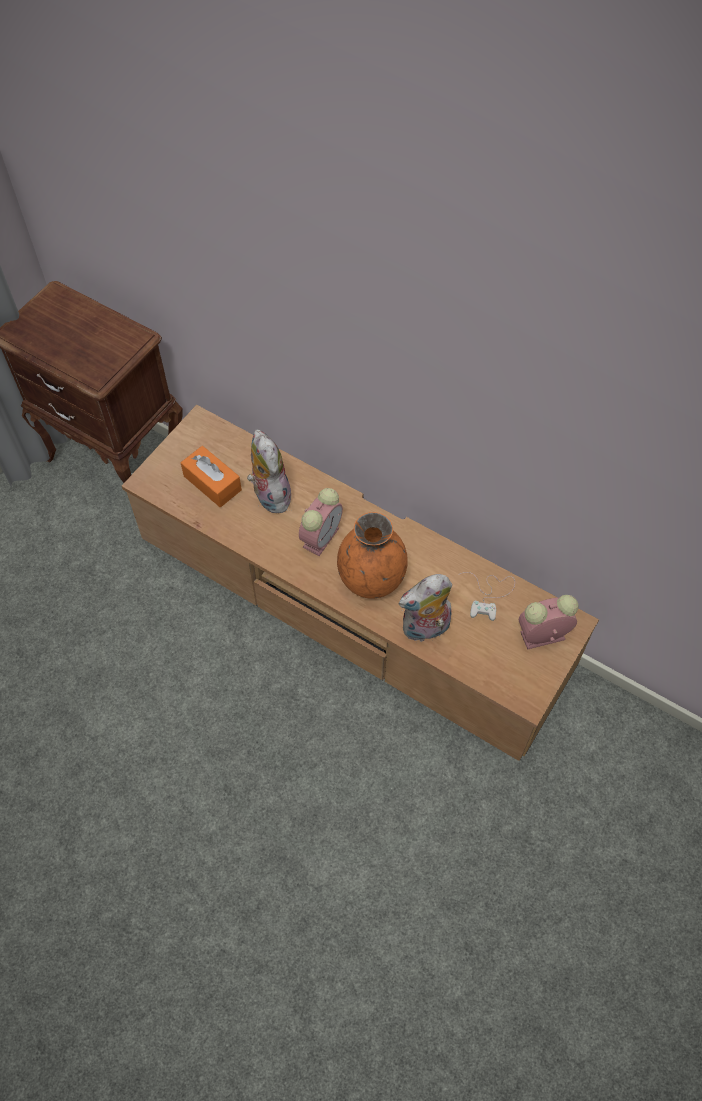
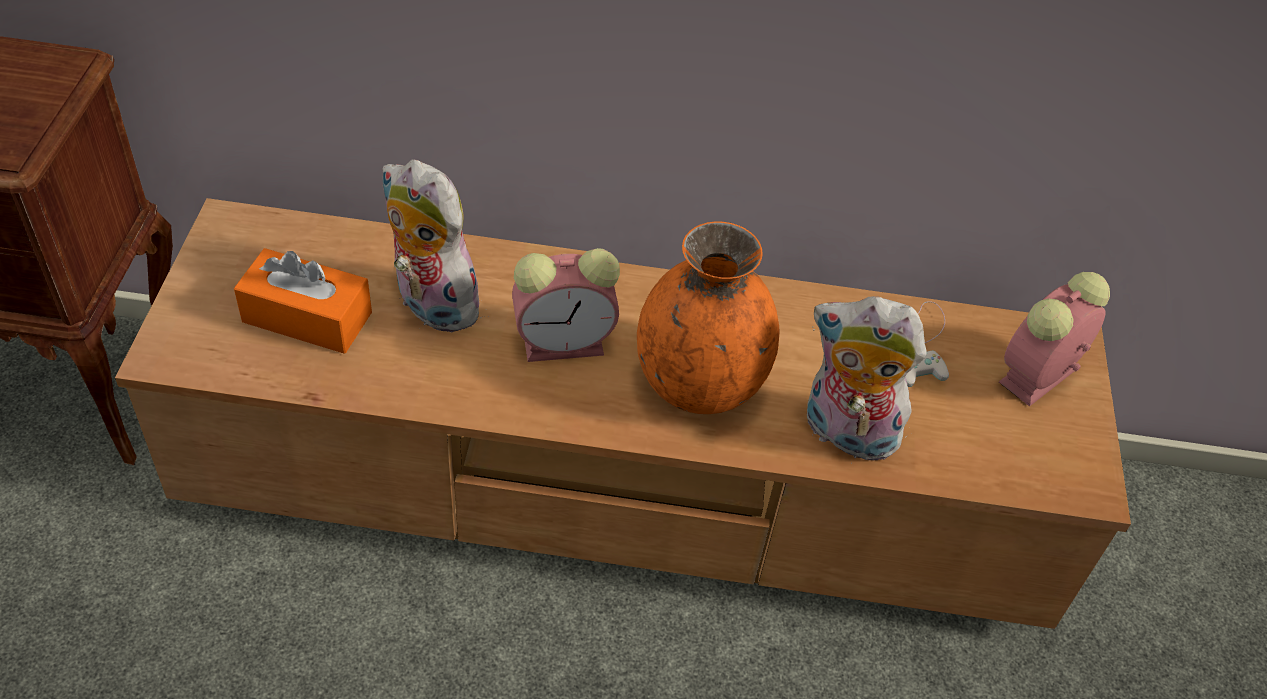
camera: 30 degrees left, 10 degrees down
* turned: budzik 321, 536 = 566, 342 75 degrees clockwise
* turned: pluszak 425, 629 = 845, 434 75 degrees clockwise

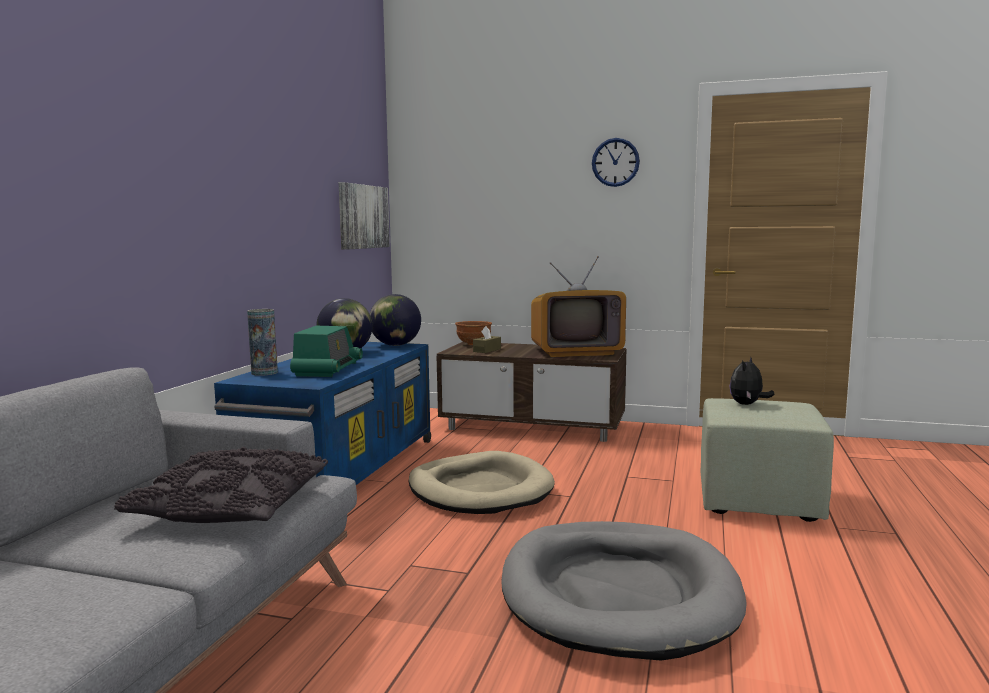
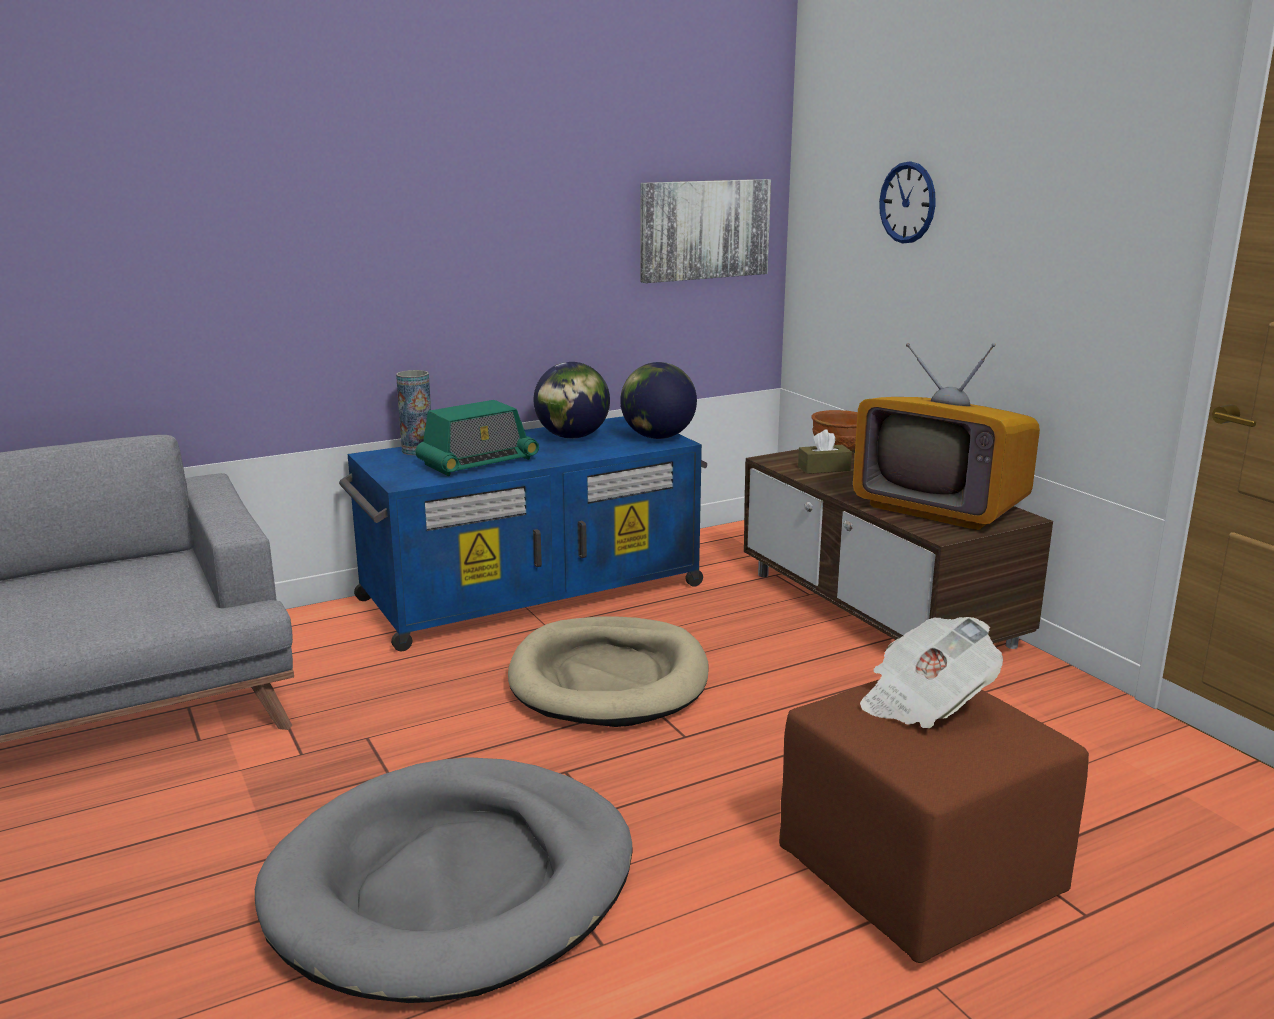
camera: 45 degrees right, 10 degrees up
* removed: poduszka/czarny 231, 507
* moved: zegar ścienny 615, 162 to 907, 202
* replaced: pluszak 747, 404 to gazeta 924, 703
* recoloured: pufa/zielony 760, 501 to pufa/brązowy 922, 878

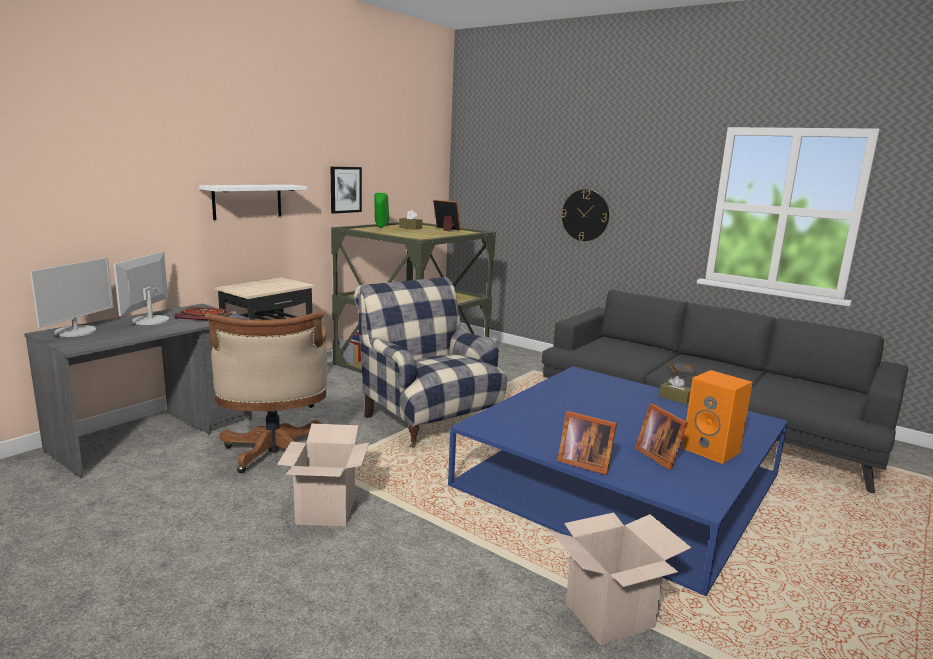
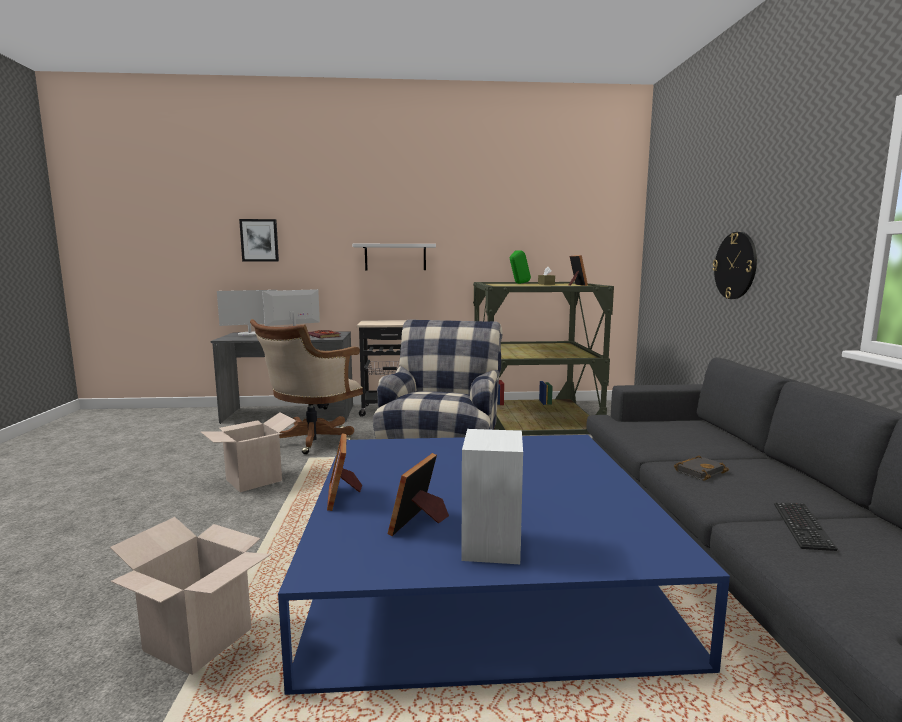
camera: 50 degrees right, 5 degrees down
* removed: pudełko chusteczek/brązowy 675, 398
* added: klawiatura 802, 527
* moved: obraz 345, 189 to 259, 240
* recoloured: głośnik/pomarańczowy 712, 450 to głośnik/biały 493, 546

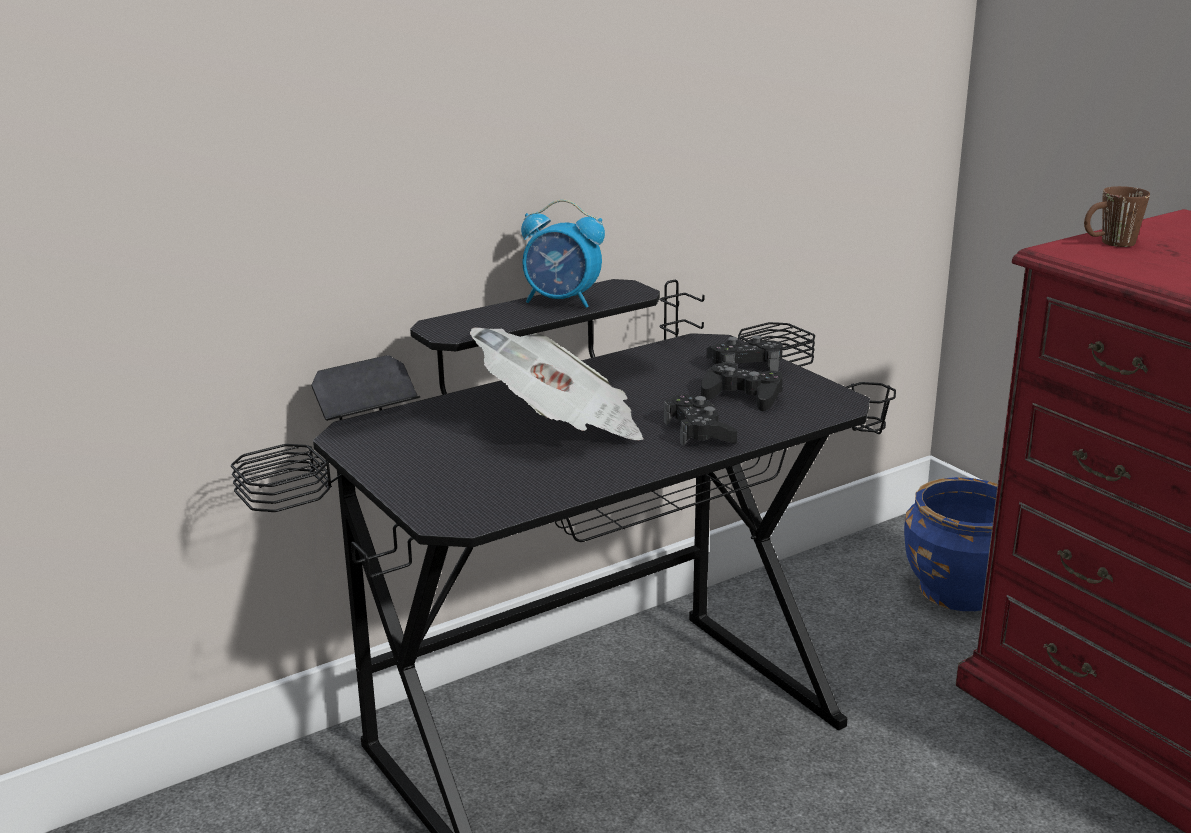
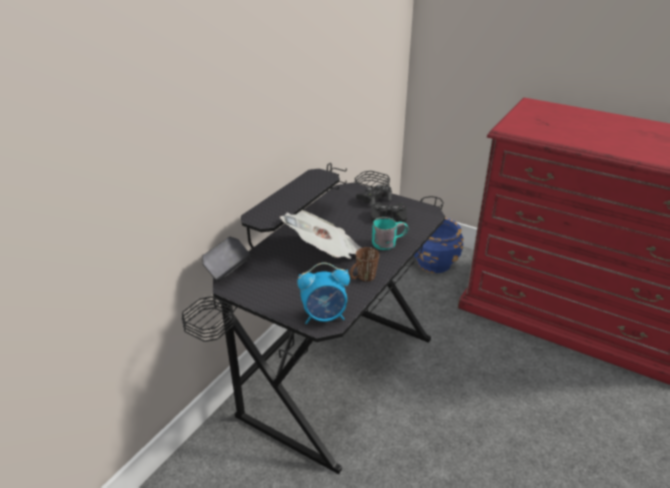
camera: 25 degrees left, 10 degrees up
* moved: budzik 562, 301 to 324, 316
* moved: kubek/brązowy 1109, 243 to 362, 279
* replaced: pad do gier/czarny 699, 432 to kubek/turkusowy 387, 242

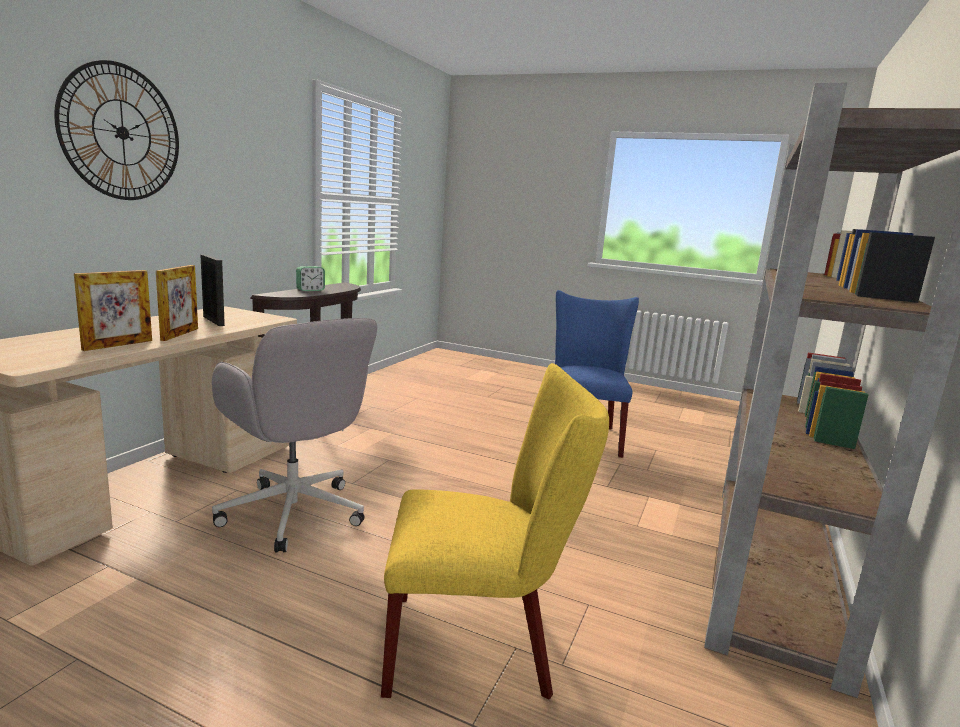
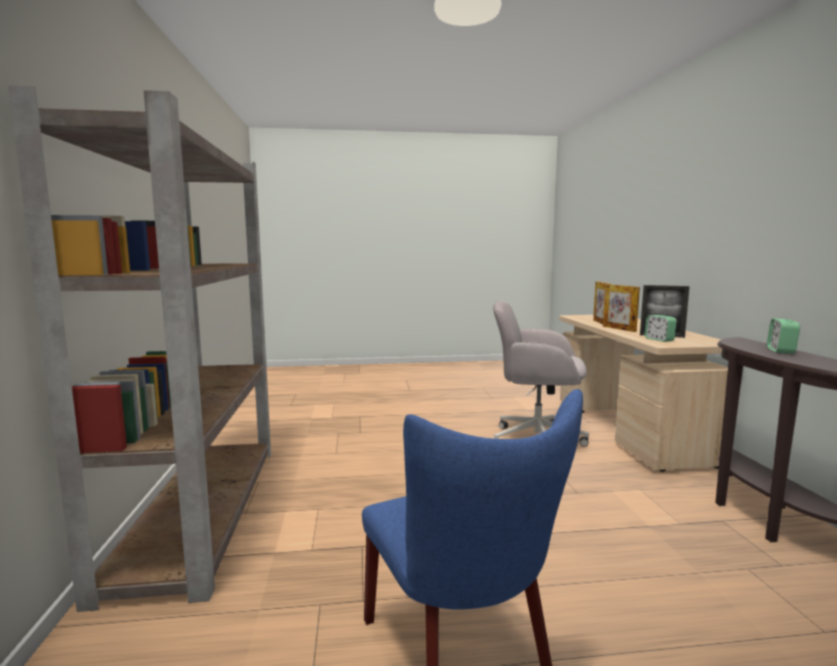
camera: 150 degrees right, 5 degrees down
* removed: zegar ścienny 122, 132
* removed: krzesło/żółty 481, 645
* added: budzik 659, 340

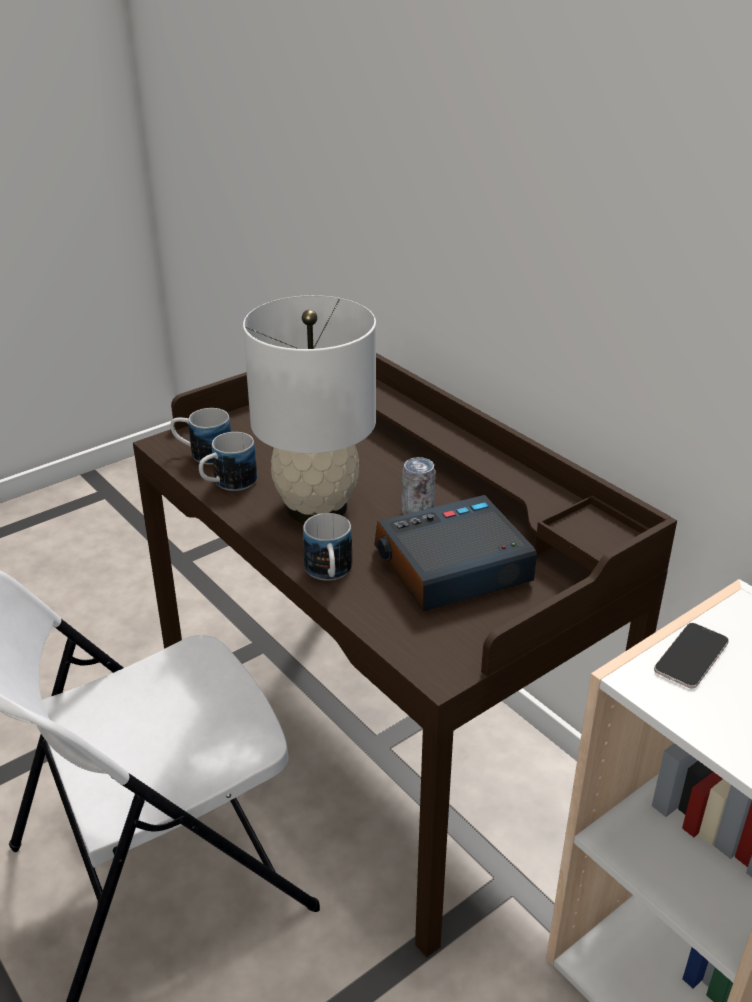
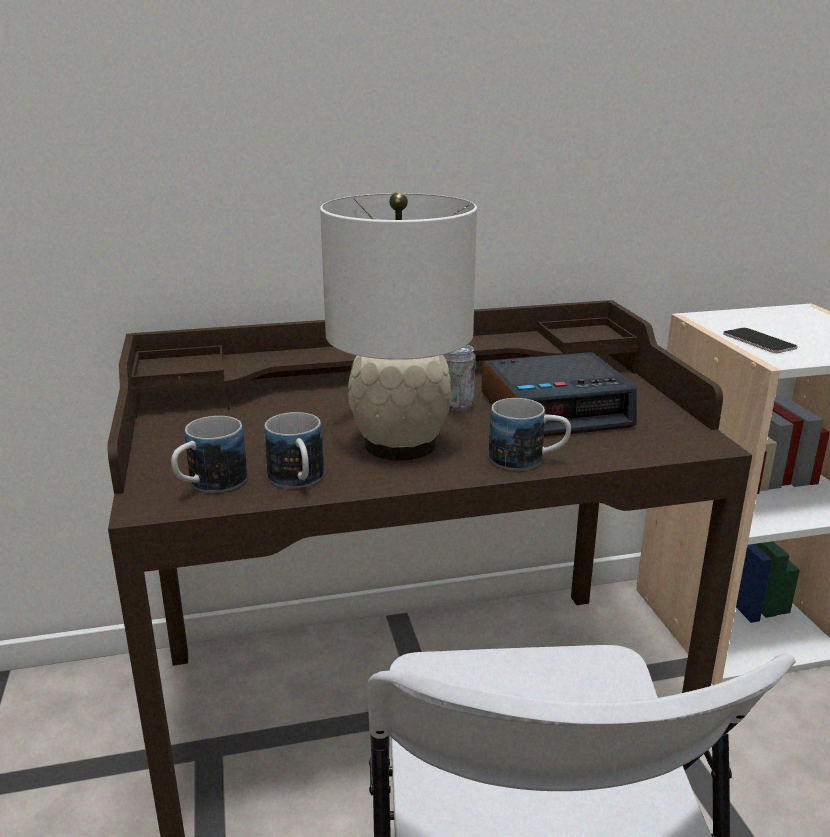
camera: 65 degrees left, 10 degrees down
* turned: budzik 451, 567 = 555, 409 105 degrees counterclockwise

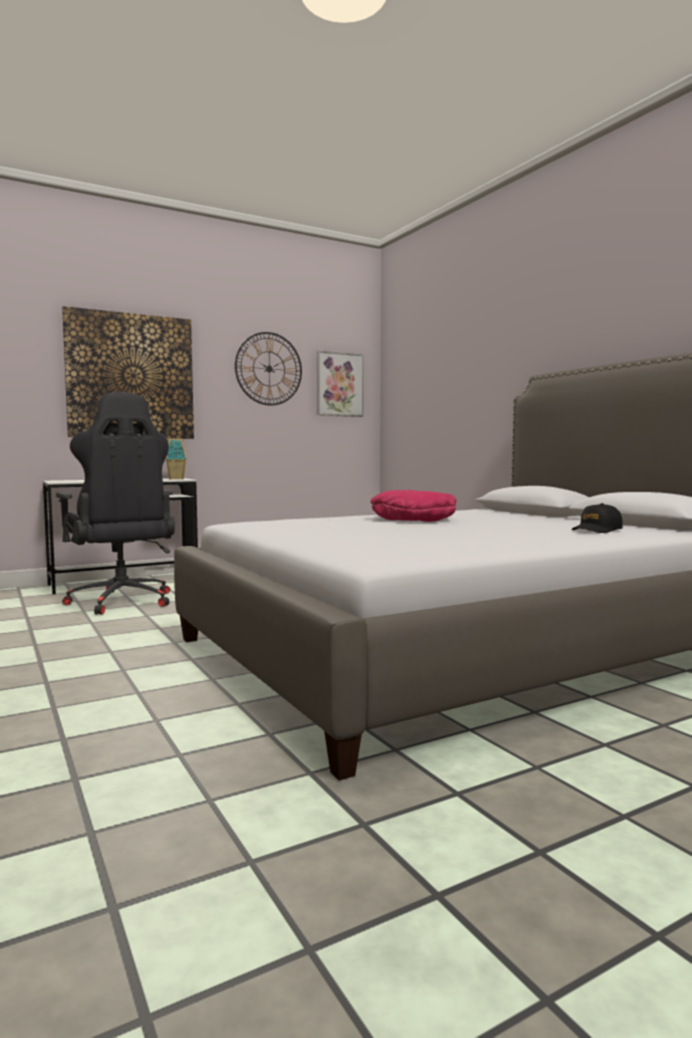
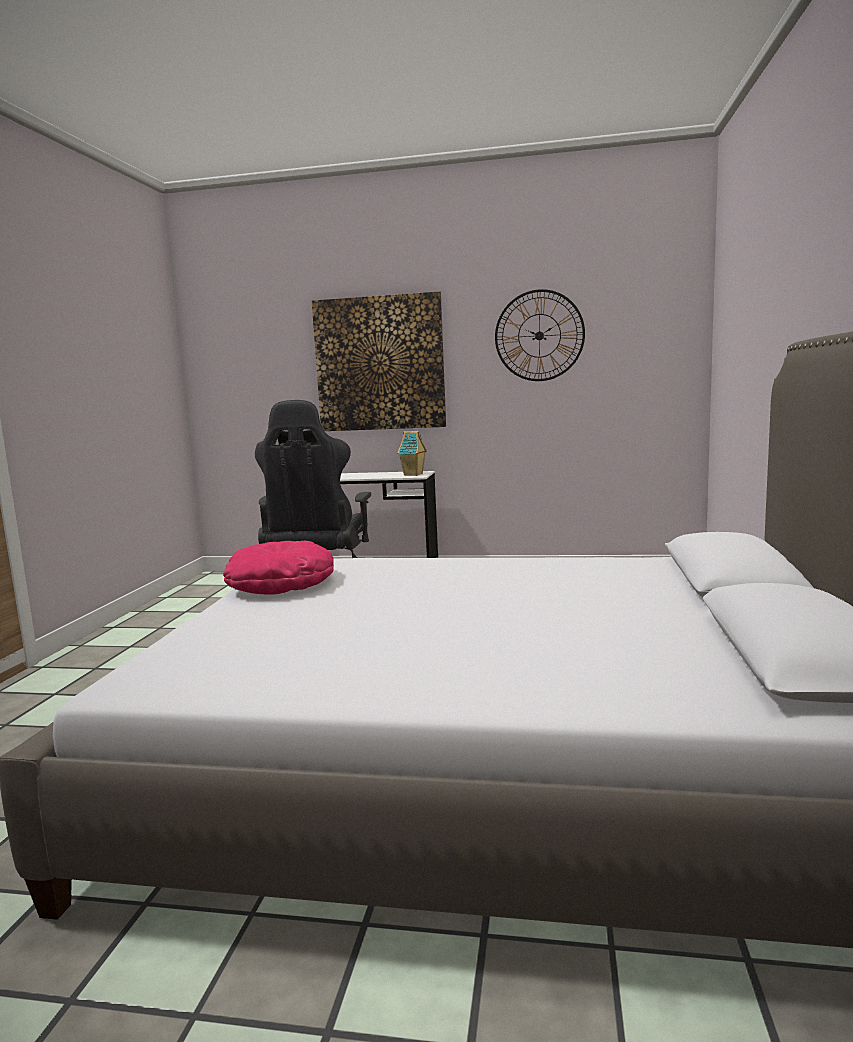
camera: 40 degrees right, 5 degrees up
* removed: obraz 339, 384
* removed: czapka z daszkiem/czarny 597, 530
* moved: poduszka/różowy 415, 519 to 282, 584

